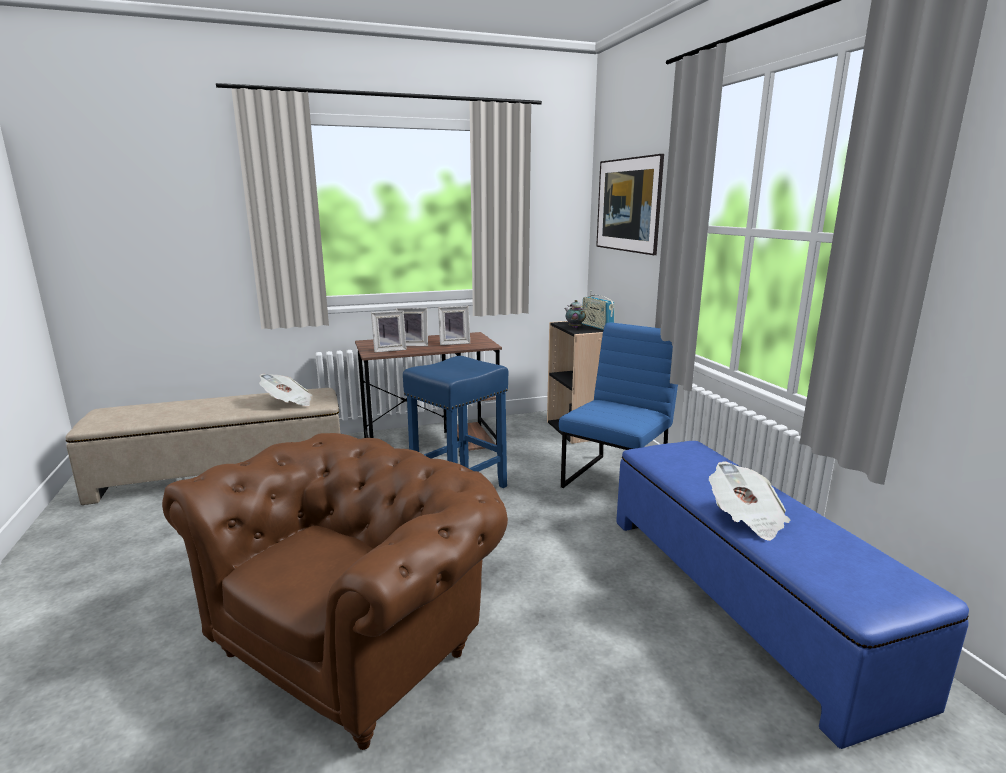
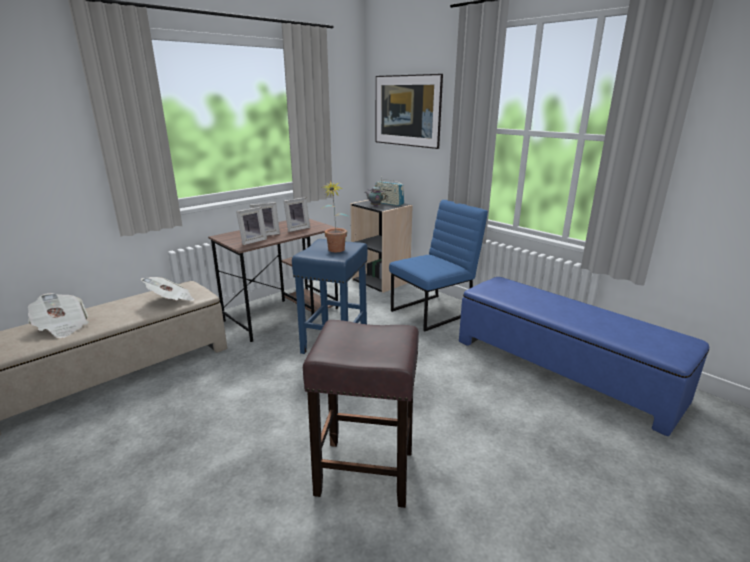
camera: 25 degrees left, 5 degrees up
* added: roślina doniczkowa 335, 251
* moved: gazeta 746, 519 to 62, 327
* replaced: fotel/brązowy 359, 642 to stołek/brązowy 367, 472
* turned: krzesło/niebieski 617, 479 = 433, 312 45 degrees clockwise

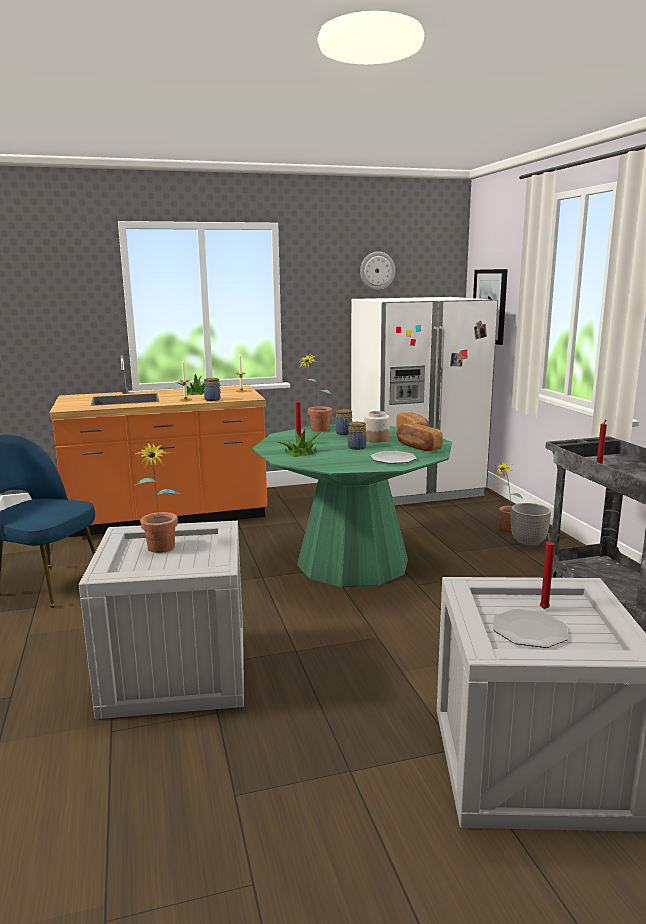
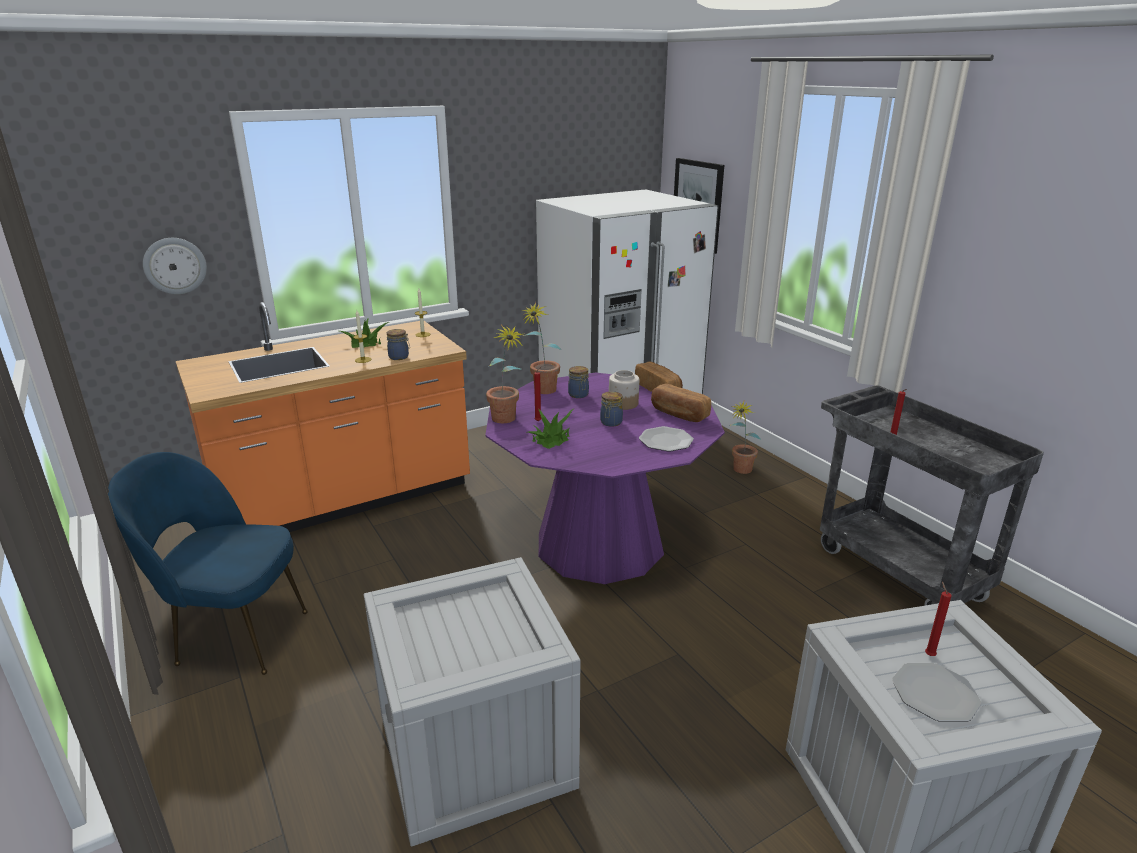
camera: 15 degrees left, 10 degrees up
* removed: donica 528, 543
* moved: roślina doniczkowa 160, 551 to 506, 421
* moved: zegar ścienny 377, 271 to 175, 265
* recoloured: stół jadalny/zielony 353, 562 to stół jadalny/fioletowy 600, 544

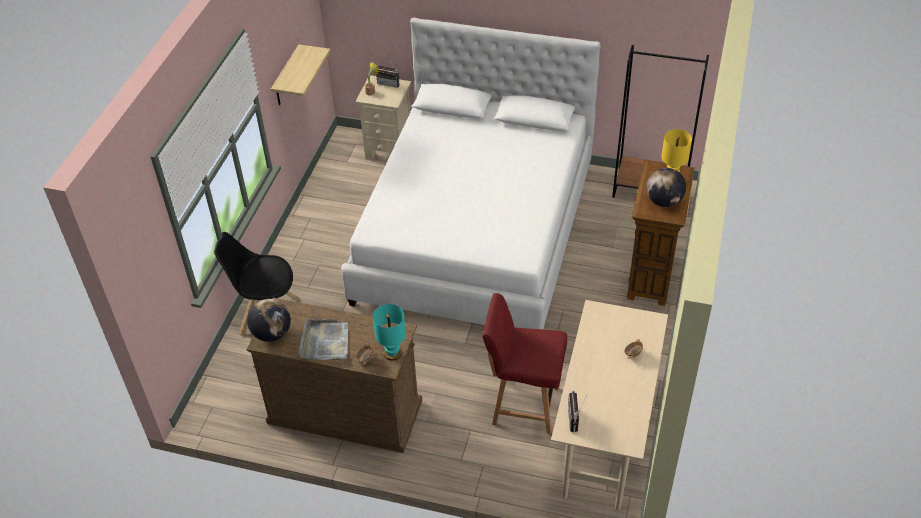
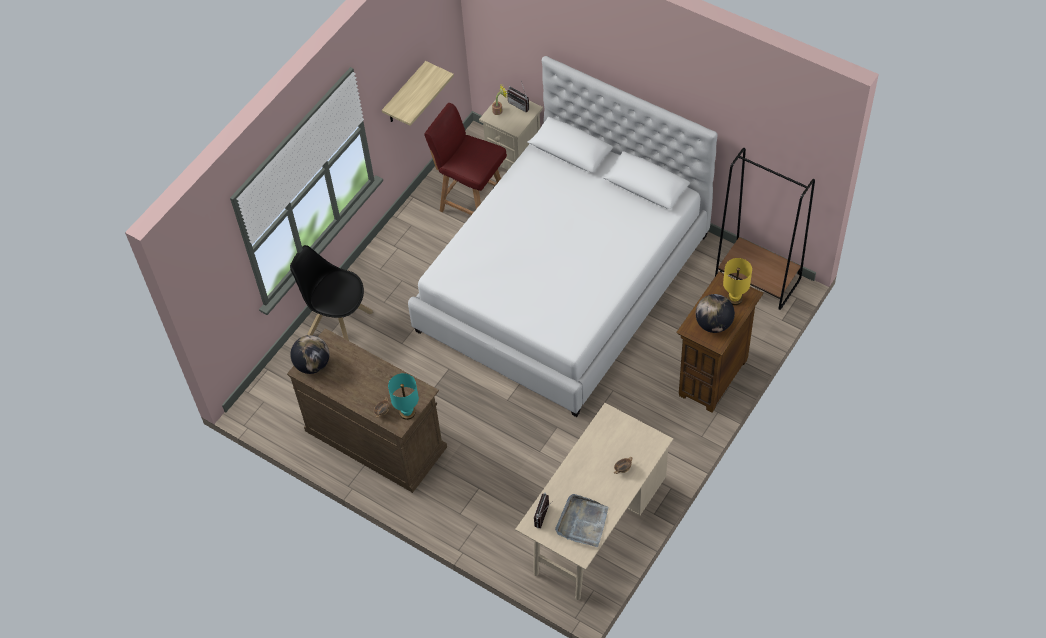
camera: 20 degrees right, 10 degrees up
* moved: taca/szary 325, 342 to 582, 522
* moved: krzesło/czerwony 523, 405 to 471, 202

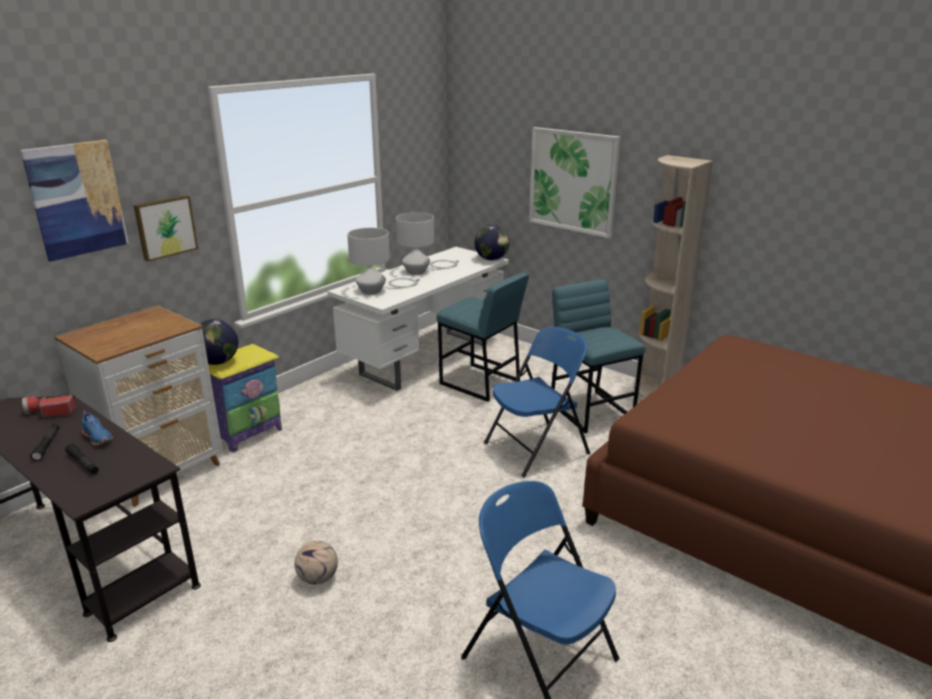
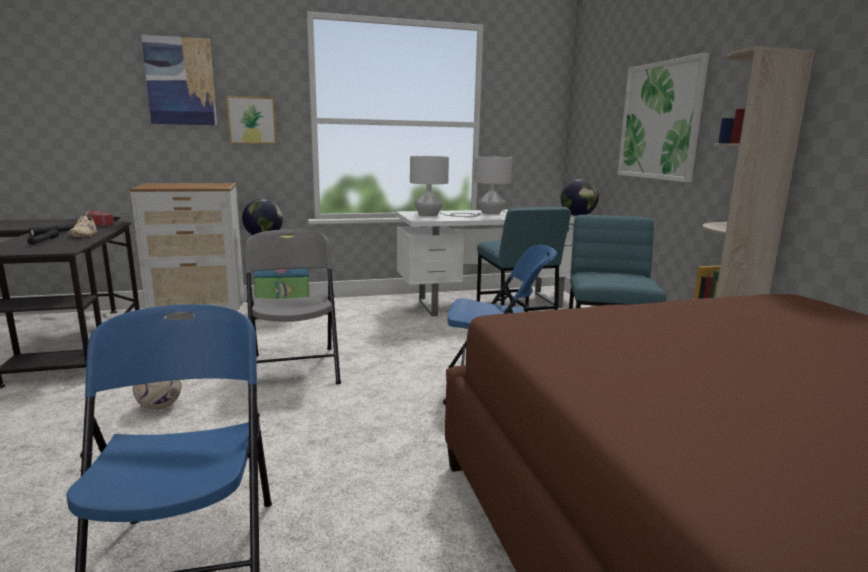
camera: 35 degrees right, 10 degrees down
* added: krzesło/szary 295, 369
* recoloured: but/niebieski 98, 437 to but/beżowy 85, 235

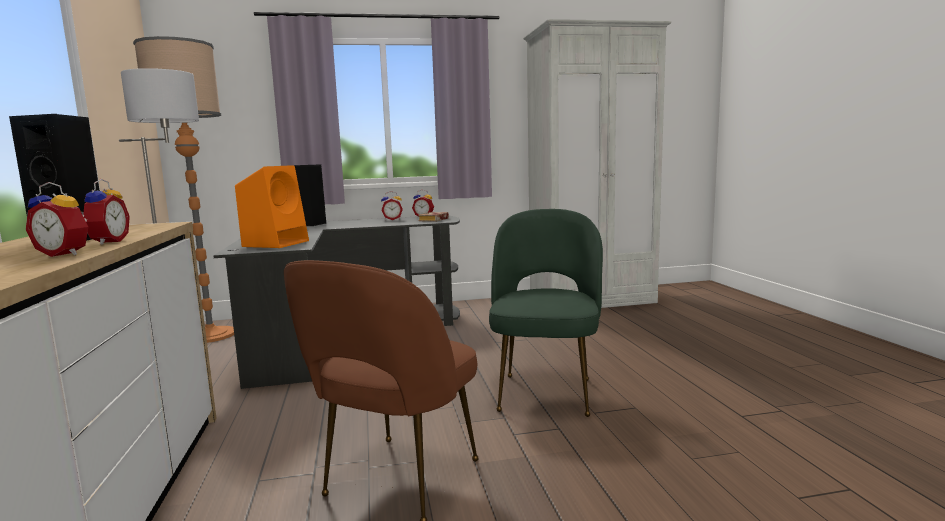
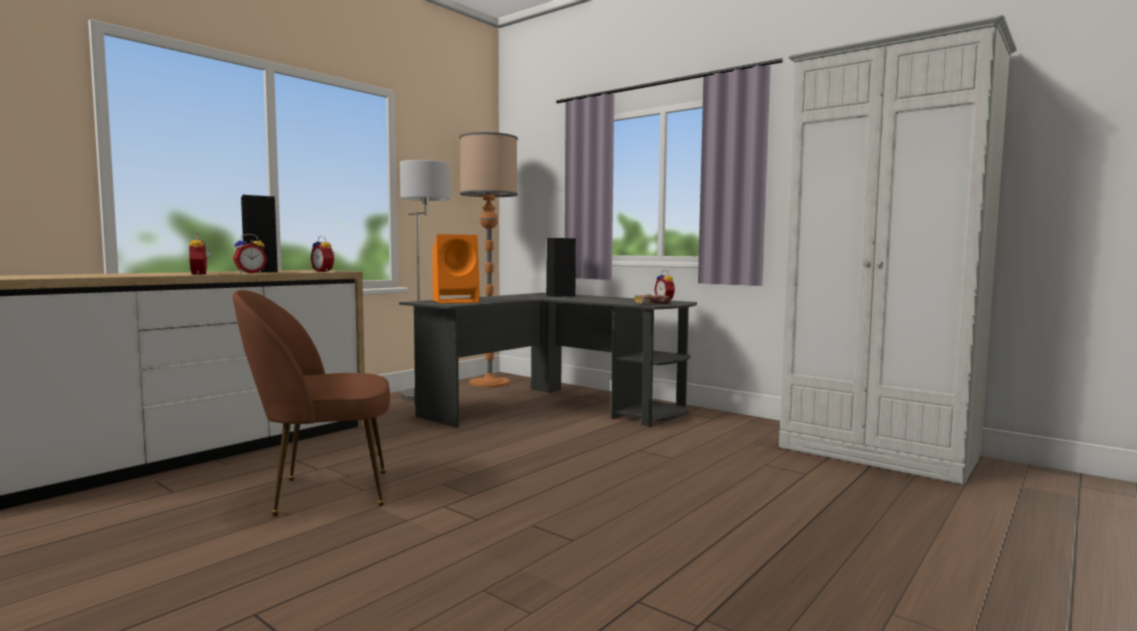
camera: 50 degrees right, 5 degrees down
* removed: krzesło/zielony 546, 390
* moved: budzik 392, 219 to 324, 271

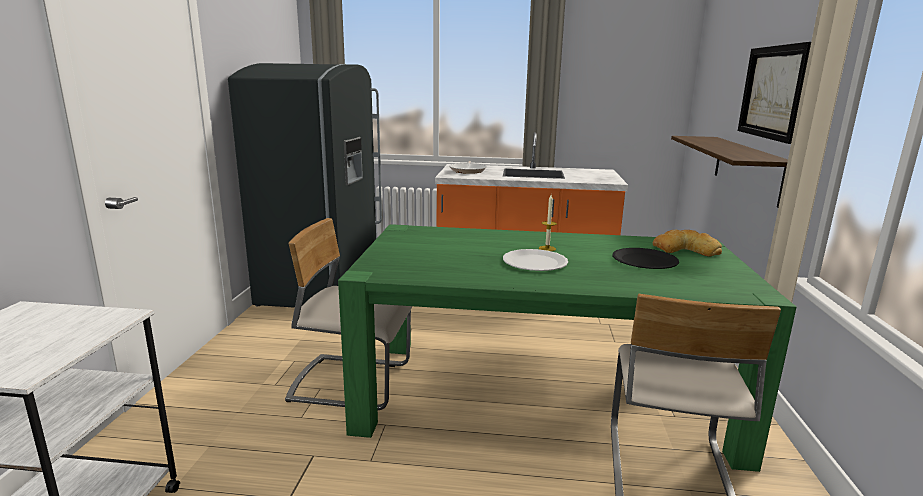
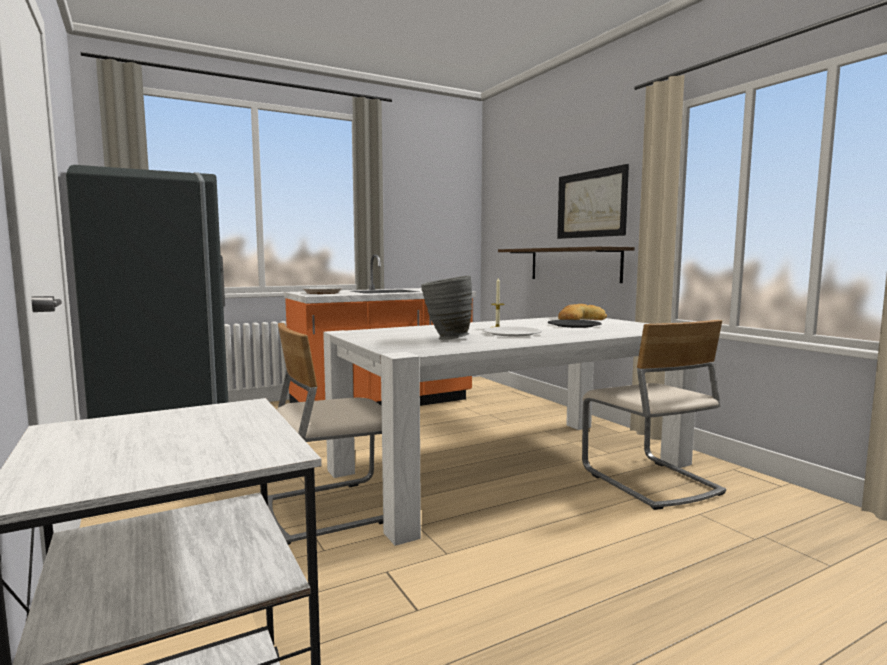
camera: 35 degrees left, 10 degrees down
* added: wazon/szary 445, 339
* recoloured: stół jadalny/zielony 542, 396 to stół jadalny/biały 512, 467

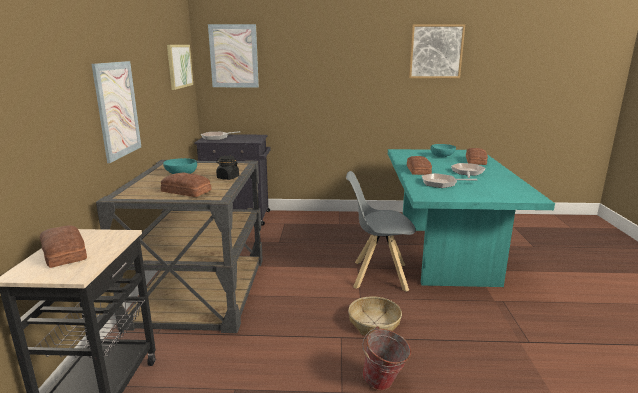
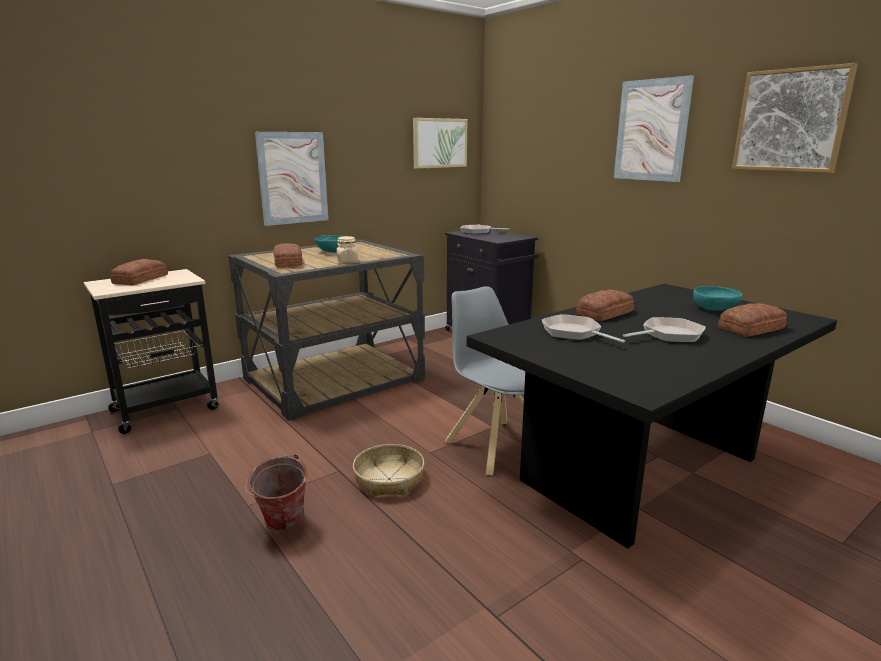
camera: 50 degrees right, 0 degrees up
* moved: obraz 234, 56 to 651, 130
* recoloured: słoik/czarny 227, 178 to słoik/beżowy 347, 261
* recoloured: stół jadalny/turkusowy 446, 254 to stół jadalny/czarny 641, 470

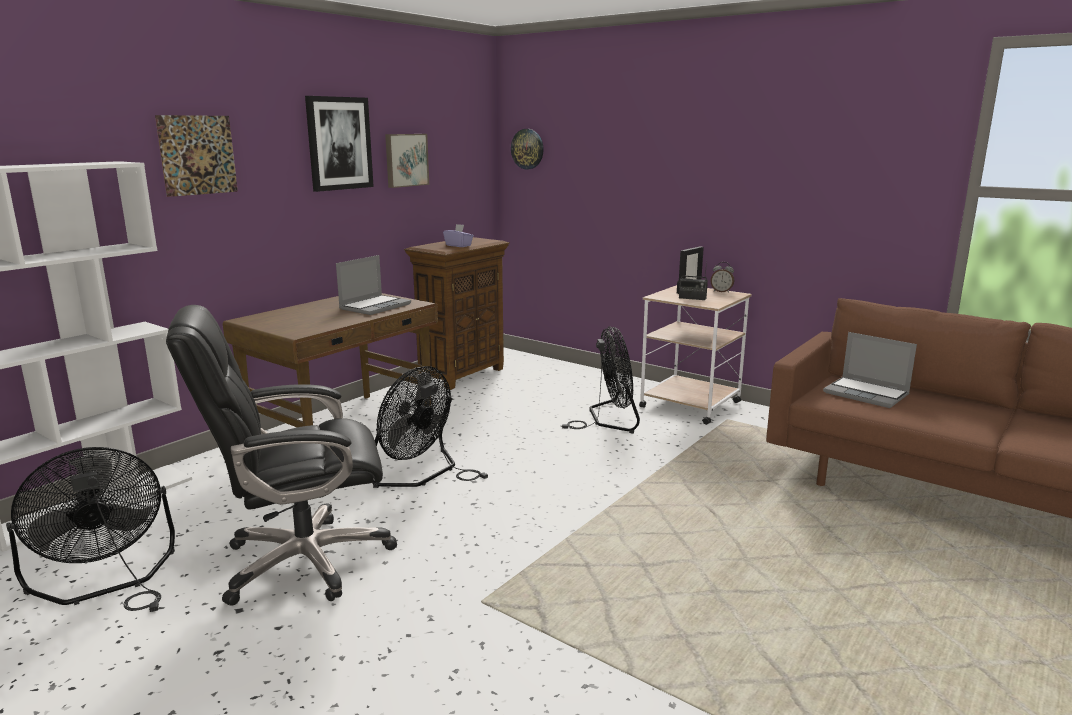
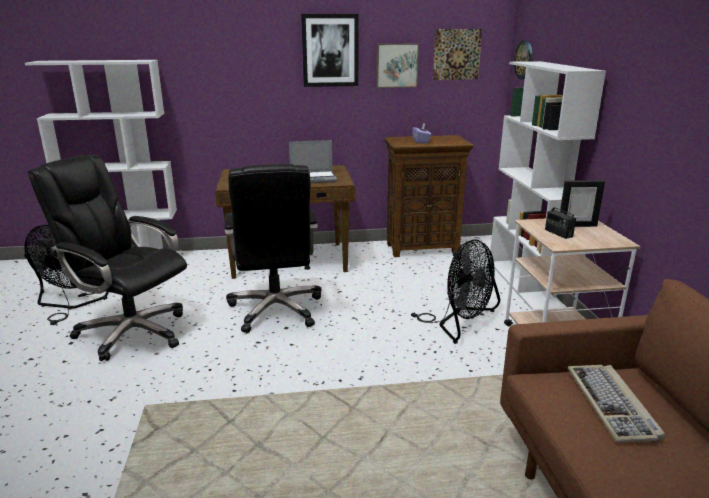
camera: 45 degrees right, 5 degrees up
* removed: budzik 721, 291
* added: regał/biały 525, 284
* moved: obraz 198, 155 to 456, 54
* replaced: wentylator/czarny 428, 472 to krzesło biurowe/czarny 276, 309
* replaced: laptop 867, 394 to klawiatura 612, 405

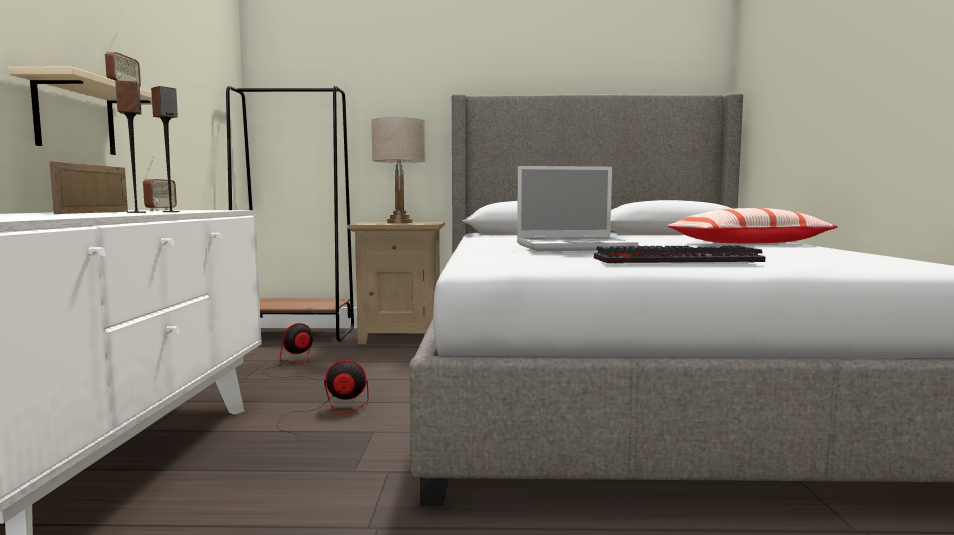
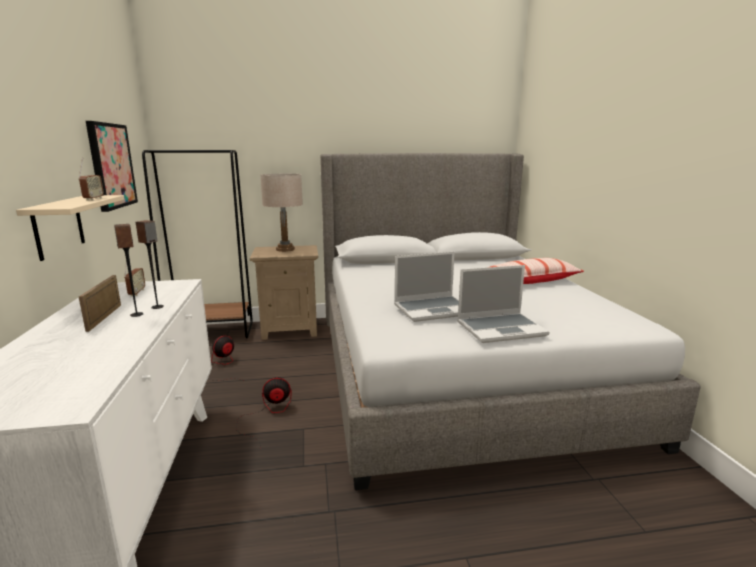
camera: 10 degrees left, 10 degrees up
* added: obraz 111, 166
* replaced: klawiatura 678, 260 to laptop 501, 329

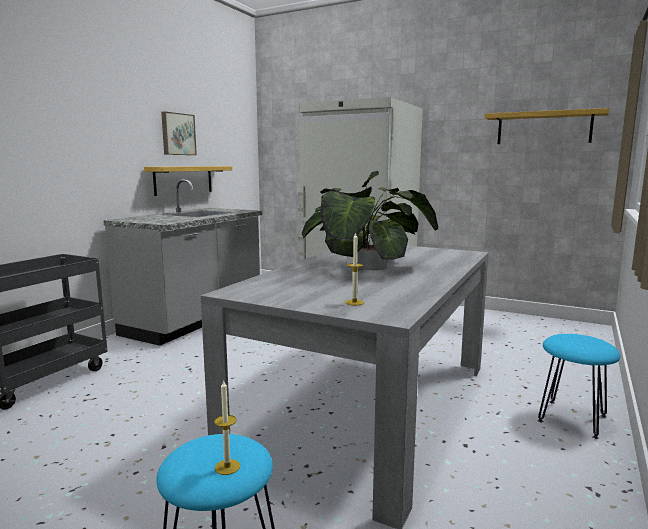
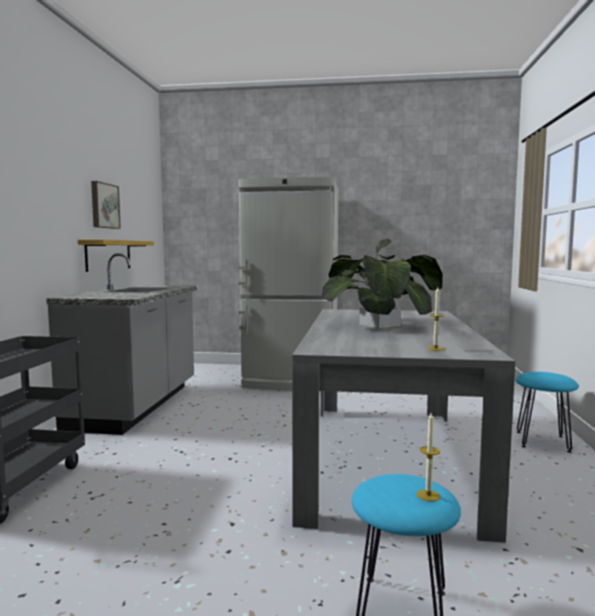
camera: 20 degrees left, 5 degrees down
* removed: półka 543, 128

